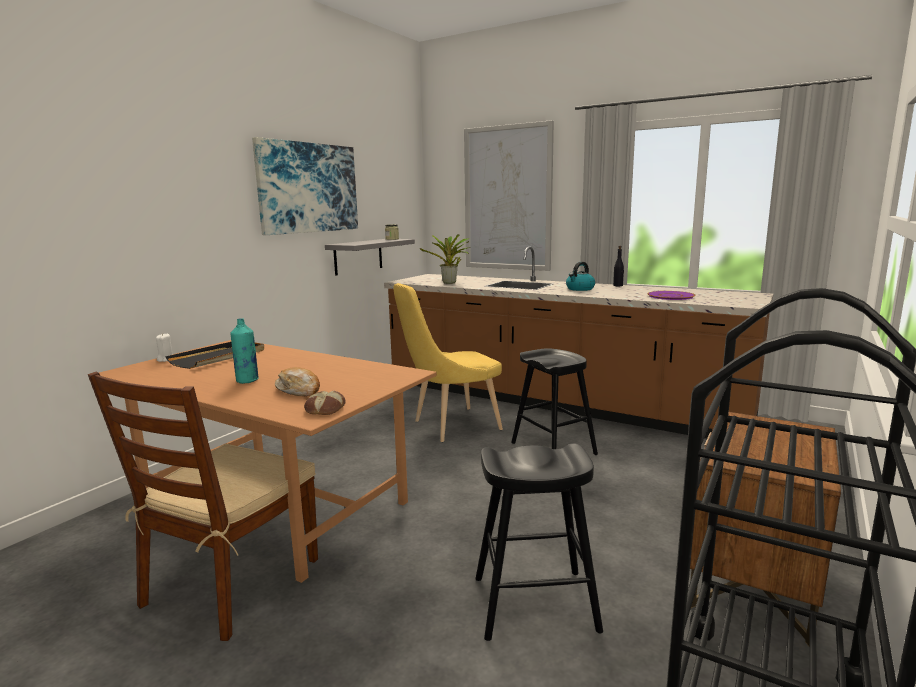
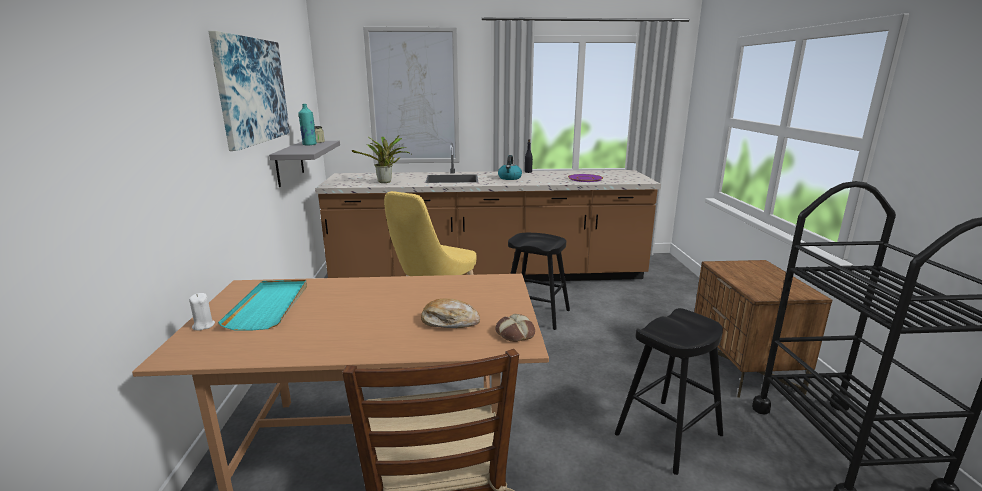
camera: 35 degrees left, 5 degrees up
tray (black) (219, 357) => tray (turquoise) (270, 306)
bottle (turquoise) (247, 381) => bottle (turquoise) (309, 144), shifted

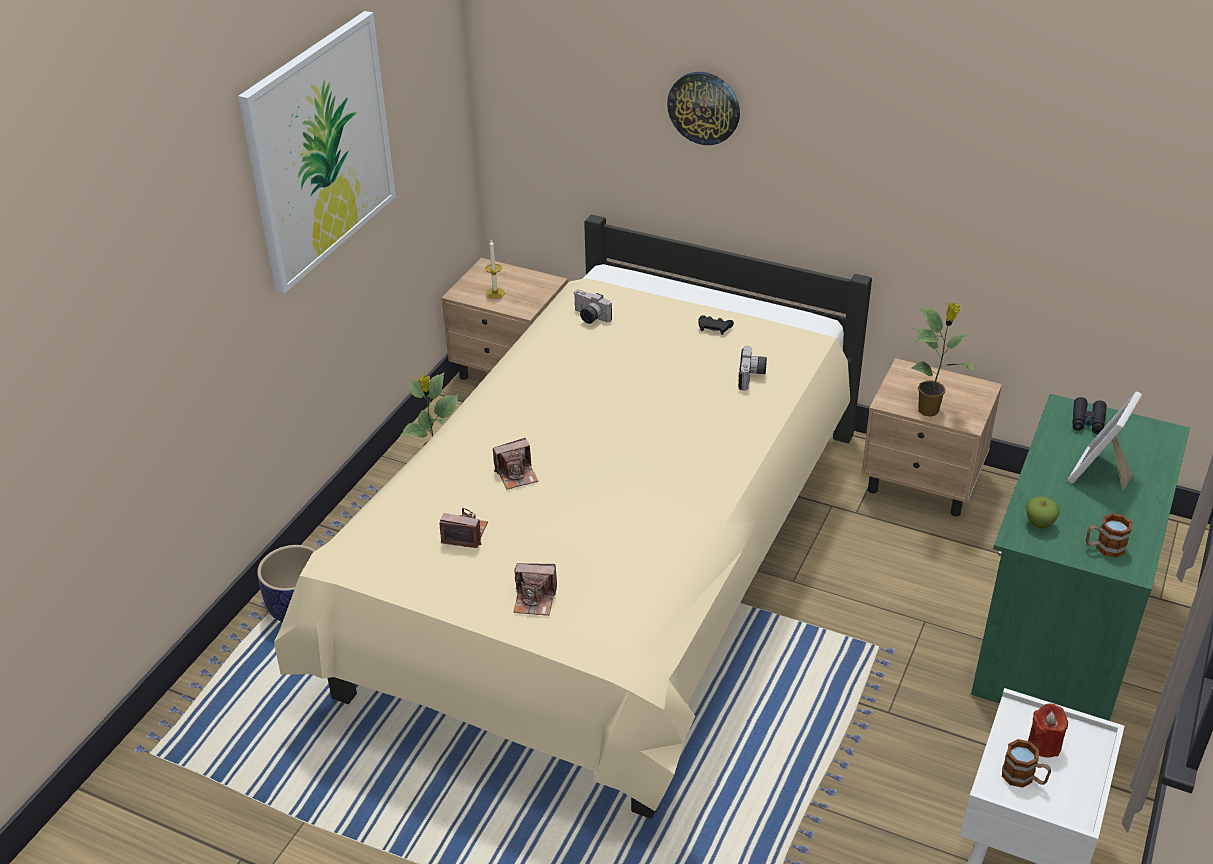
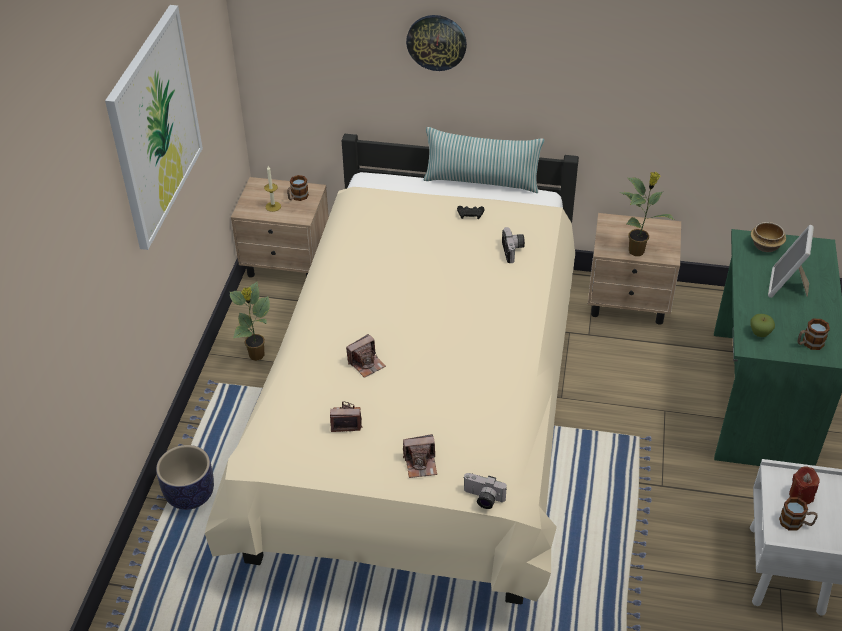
camera: 15 degrees left, 5 degrees up
photo camera (589, 317) => photo camera (482, 499), shifted
binoculars (black) (1087, 421) => bowl (765, 246)
nothing => mug (297, 197)
nothing => pillow (481, 181)

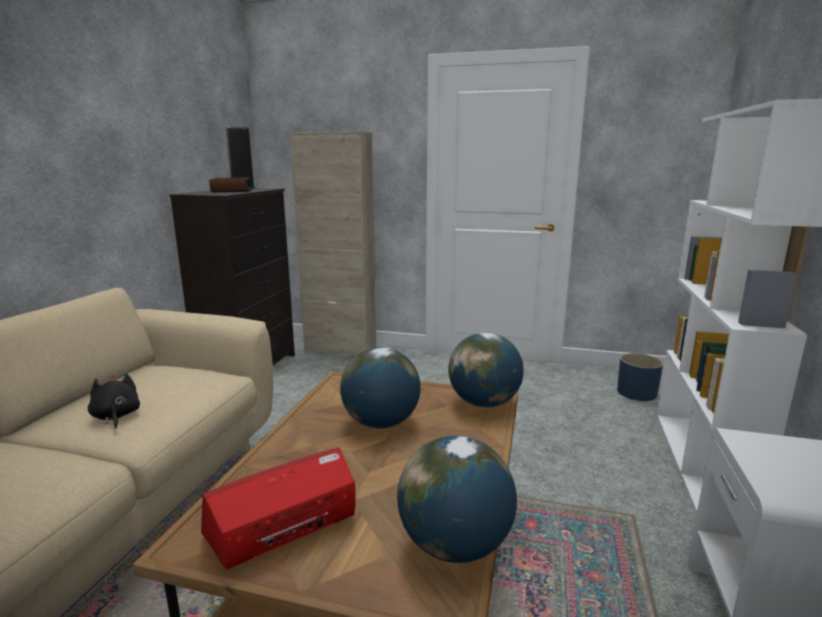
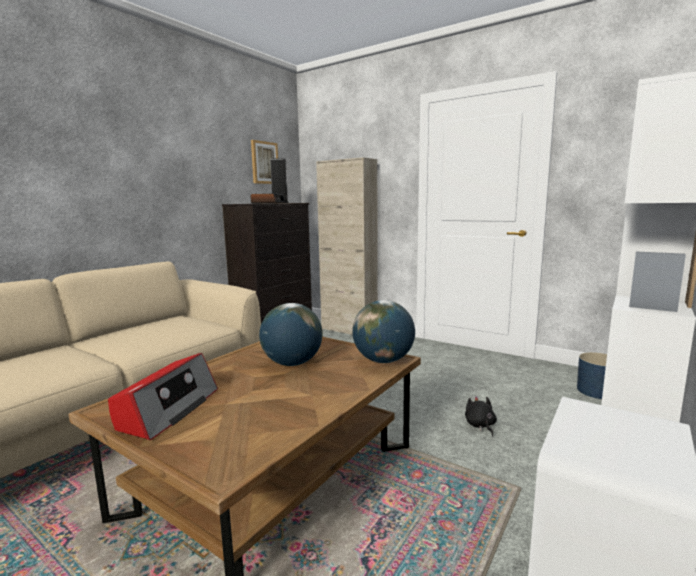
camera: 20 degrees right, 5 degrees down
plush toy (black) (116, 416) => plush toy (black) (480, 425), shifted
radio (284, 525) => radio (168, 409), 120 degrees clockwise
globe (456, 545) => nothing
nothing => picture (264, 163)

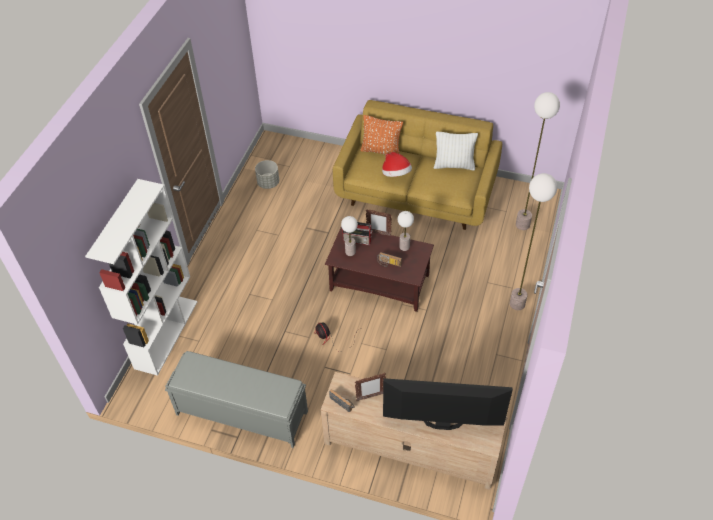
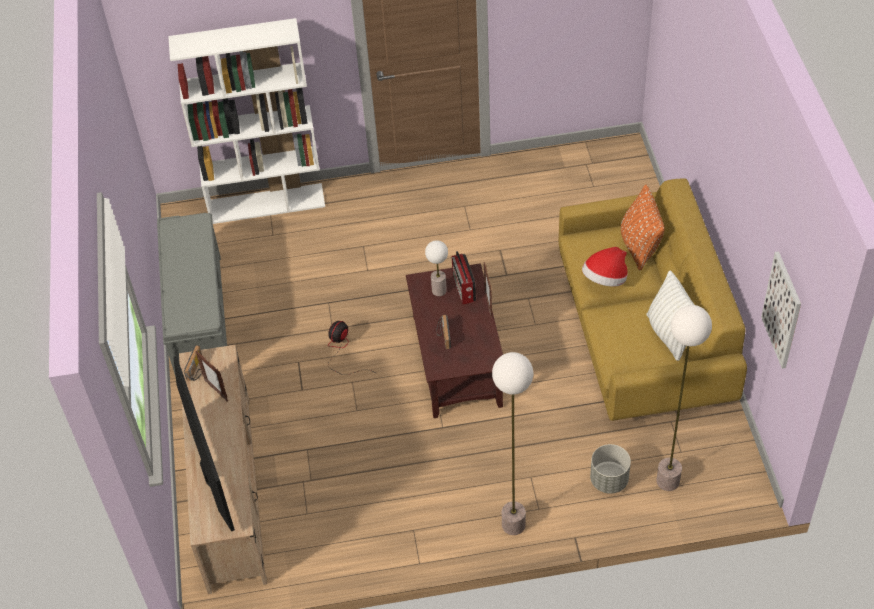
camera: 65 degrees right, 0 degrees up
planter (grey) (268, 183) => planter (grey) (609, 480), shifted
table lamp (404, 247) => nothing
nothing => picture (782, 310)

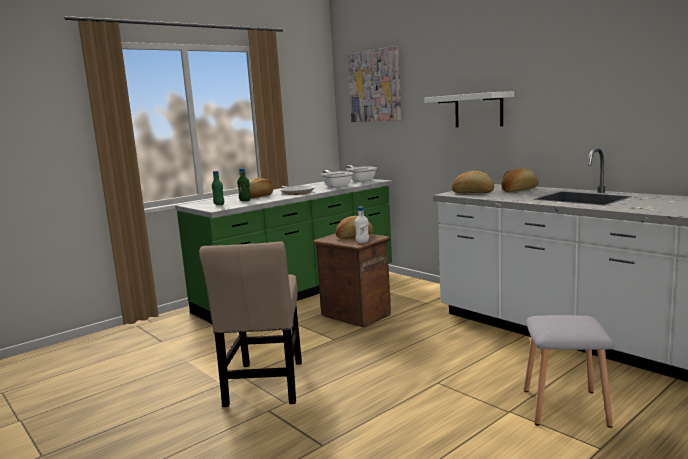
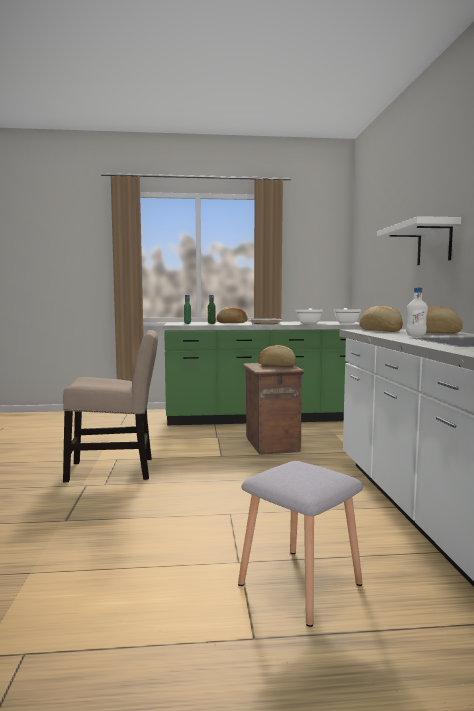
camera: 35 degrees right, 5 degrees down
chair (beige) (265, 386) => chair (beige) (116, 470), 135 degrees counterclockwise
picture (375, 86) => nothing
bottle (white) (362, 242) => bottle (white) (416, 335), shifted

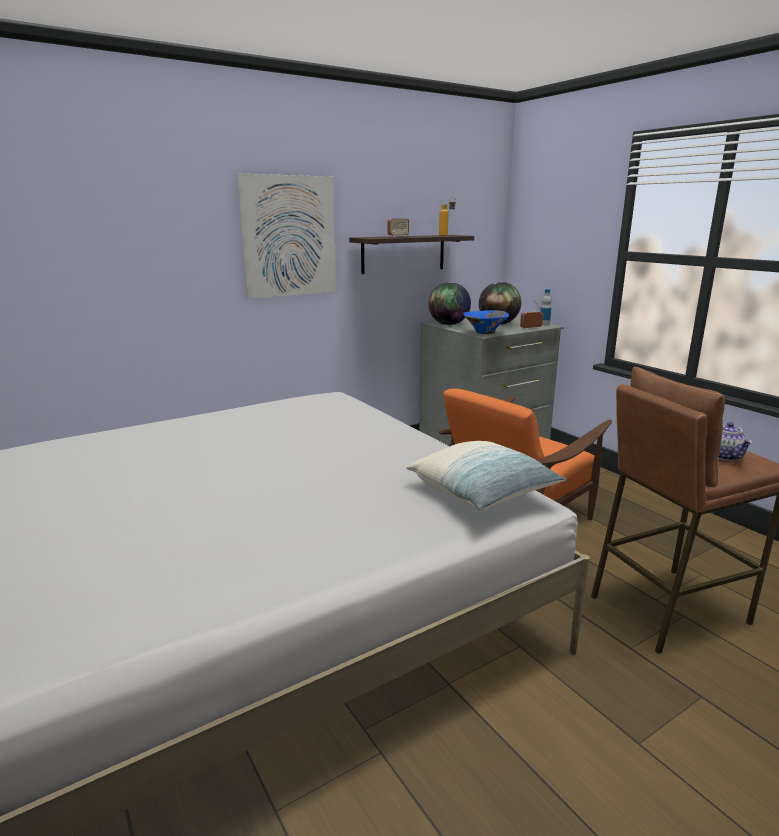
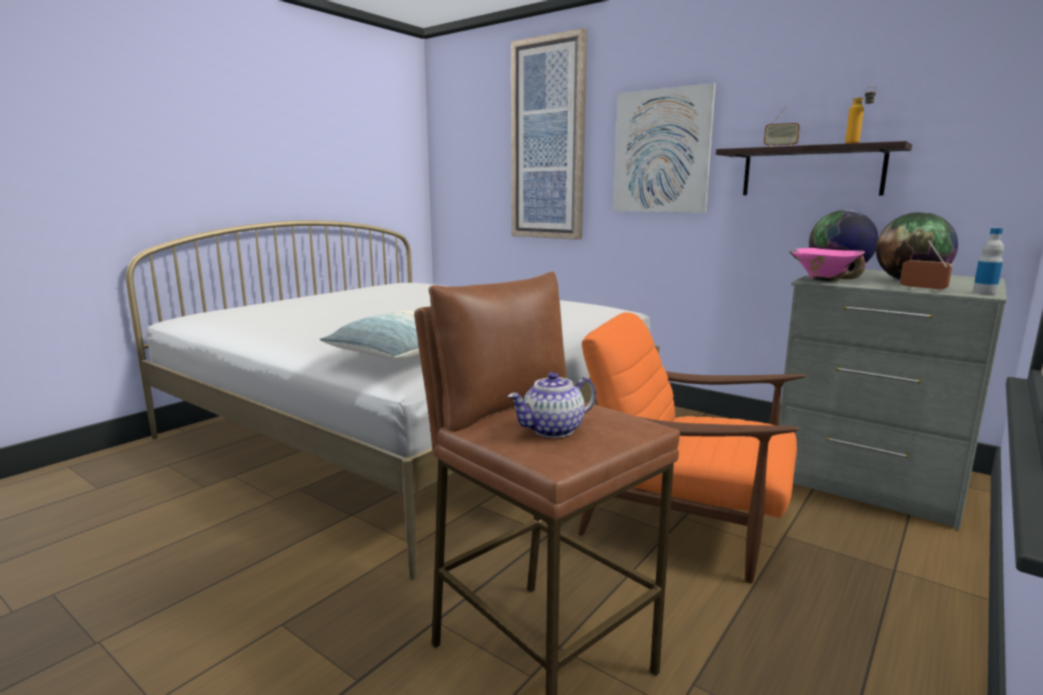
camera: 70 degrees right, 5 degrees down
bowl (blue) (484, 333) => bowl (pink) (823, 280)
nothing => picture (548, 140)

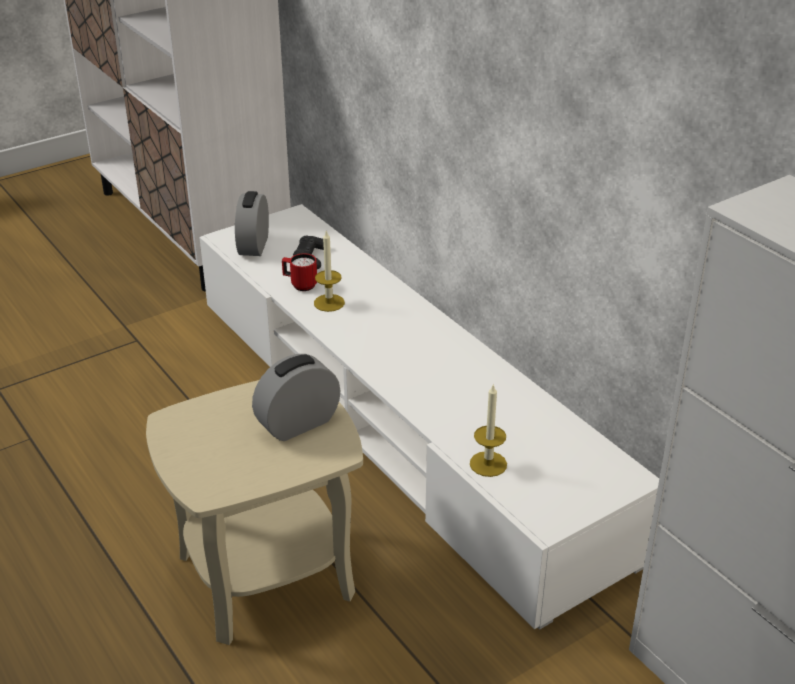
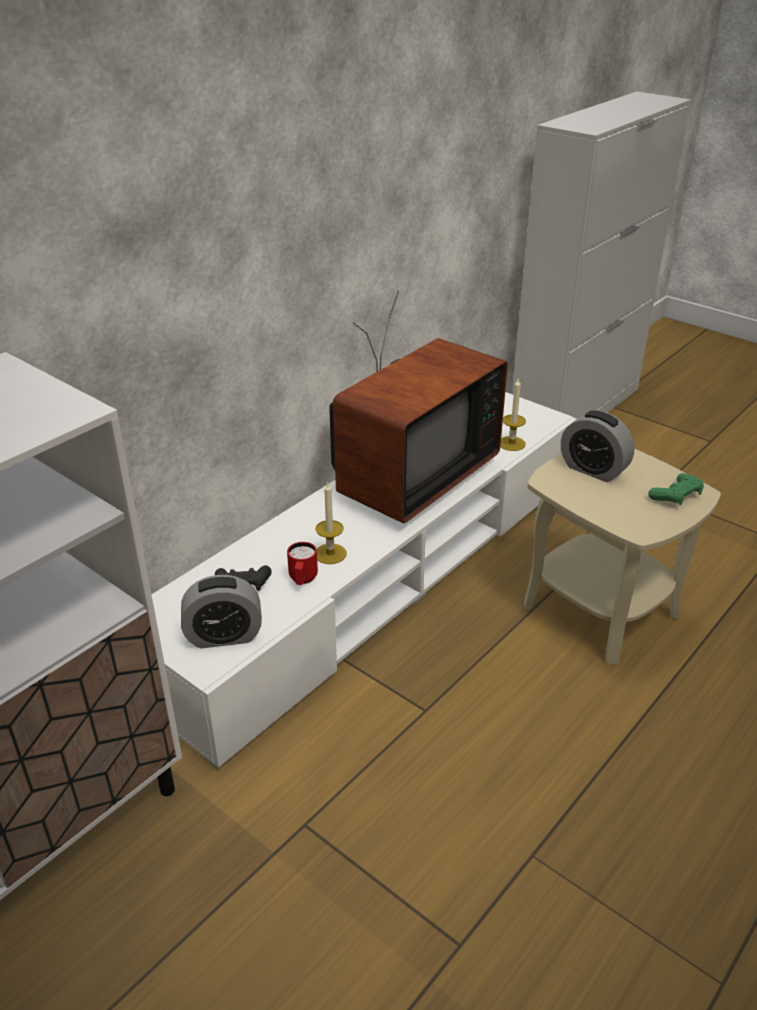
camera: 105 degrees left, 0 degrees up
nothing => television (408, 477)
nothing => game controller (green) (676, 496)

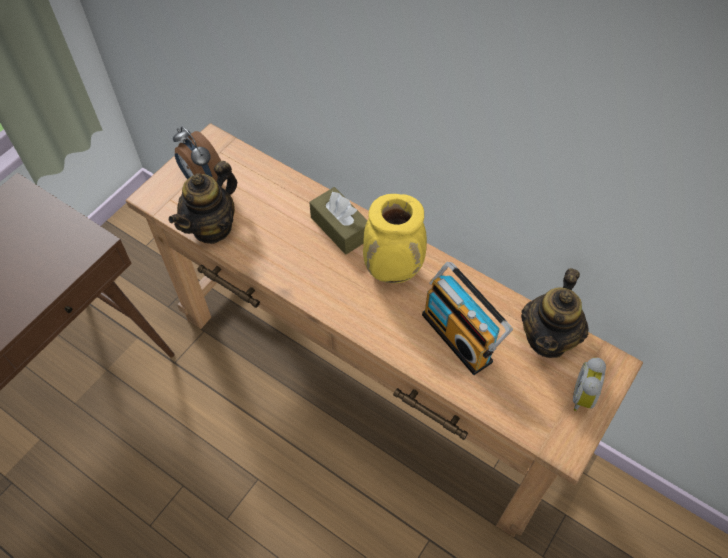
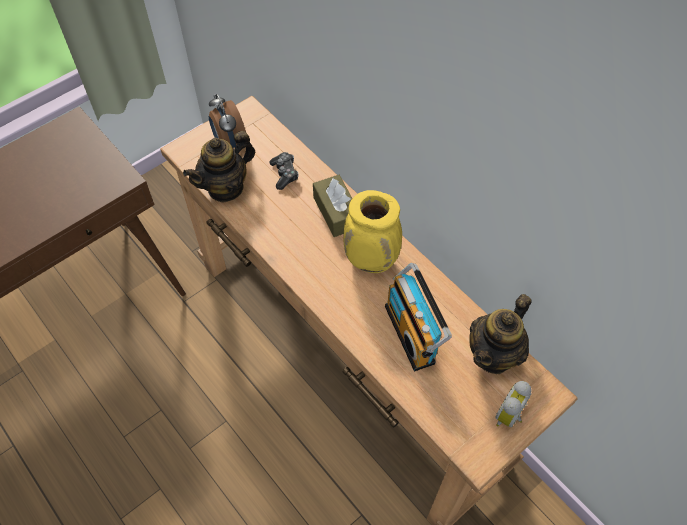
camera: 15 degrees right, 0 degrees up
nothing => game controller (284, 174)

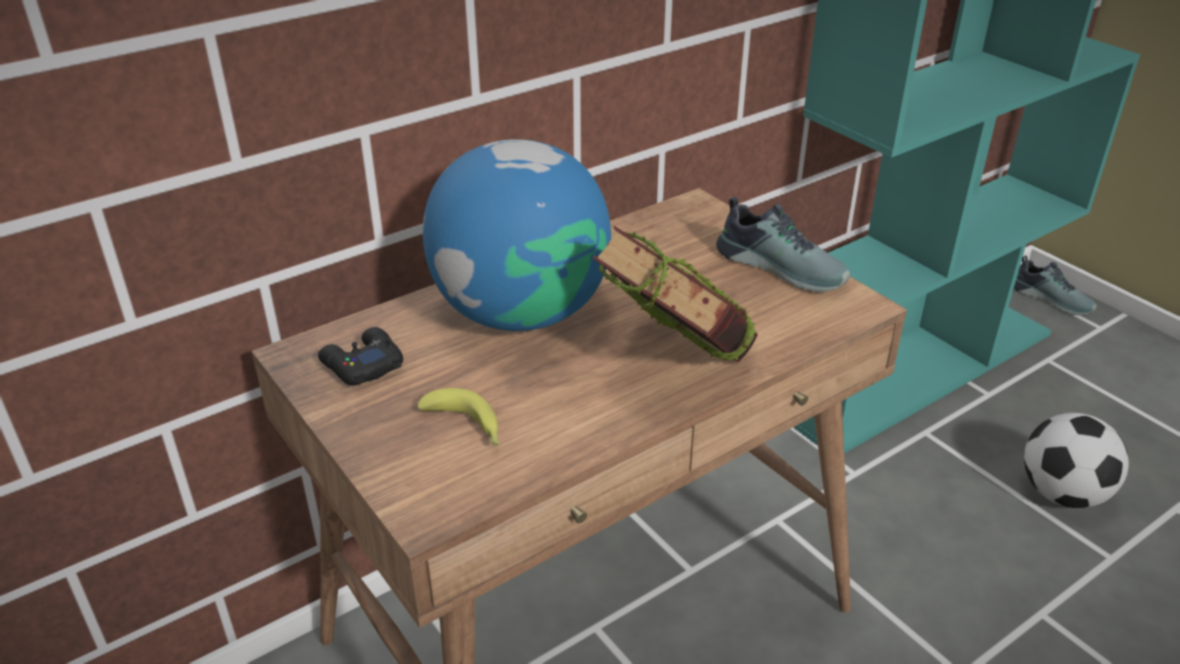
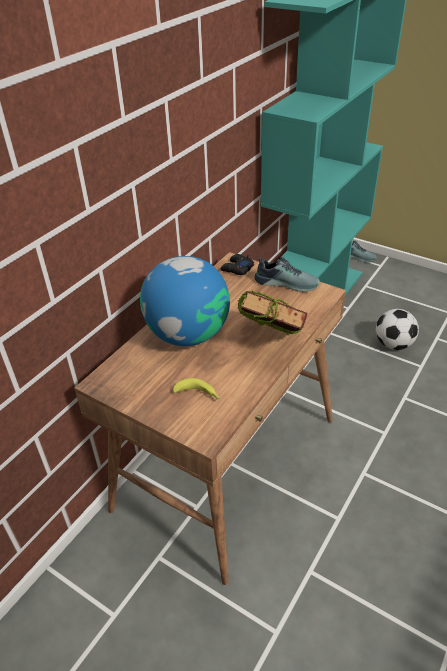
camera: 20 degrees left, 5 degrees up
game controller (black) (361, 365) => game controller (black) (237, 268), shifted

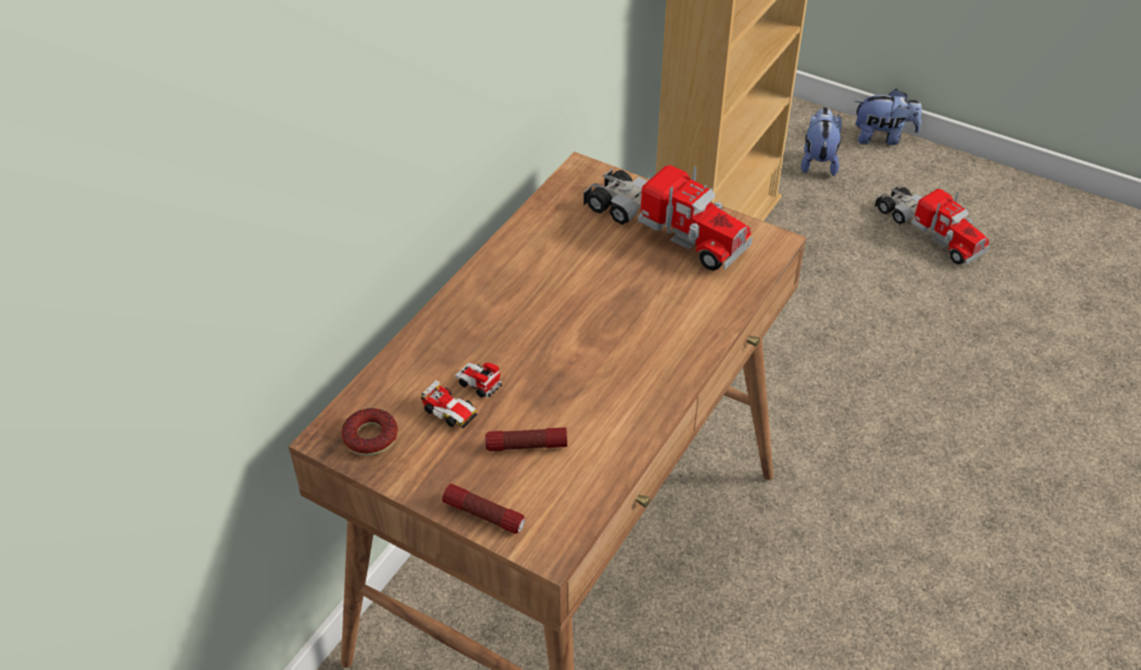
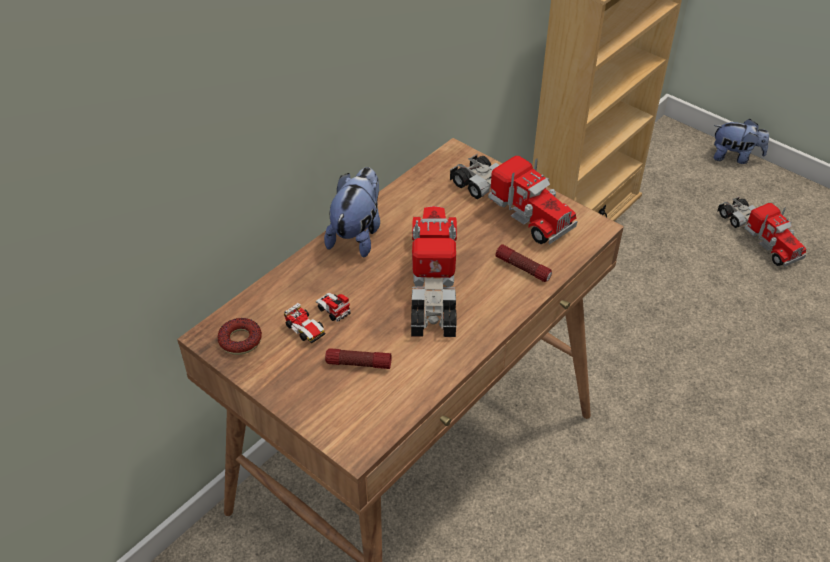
camera: 10 degrees right, 0 degrees up
flashlight (484, 515) => flashlight (523, 268), shifted
plush toy (818, 161) => plush toy (357, 234), shifted
nothing => toy truck (434, 282)

